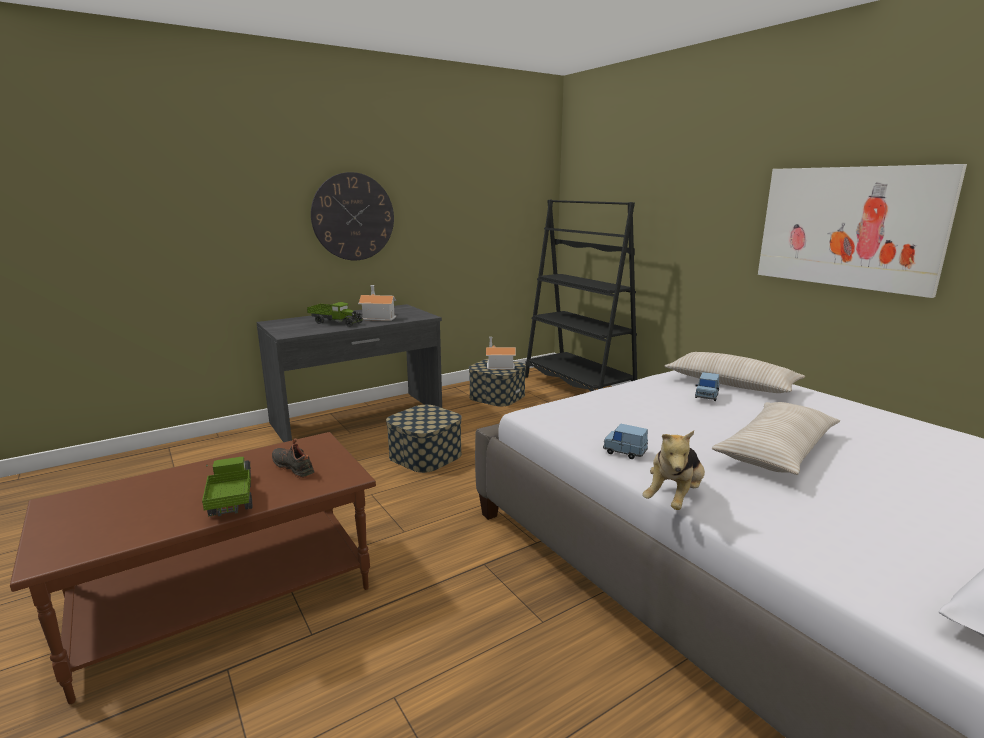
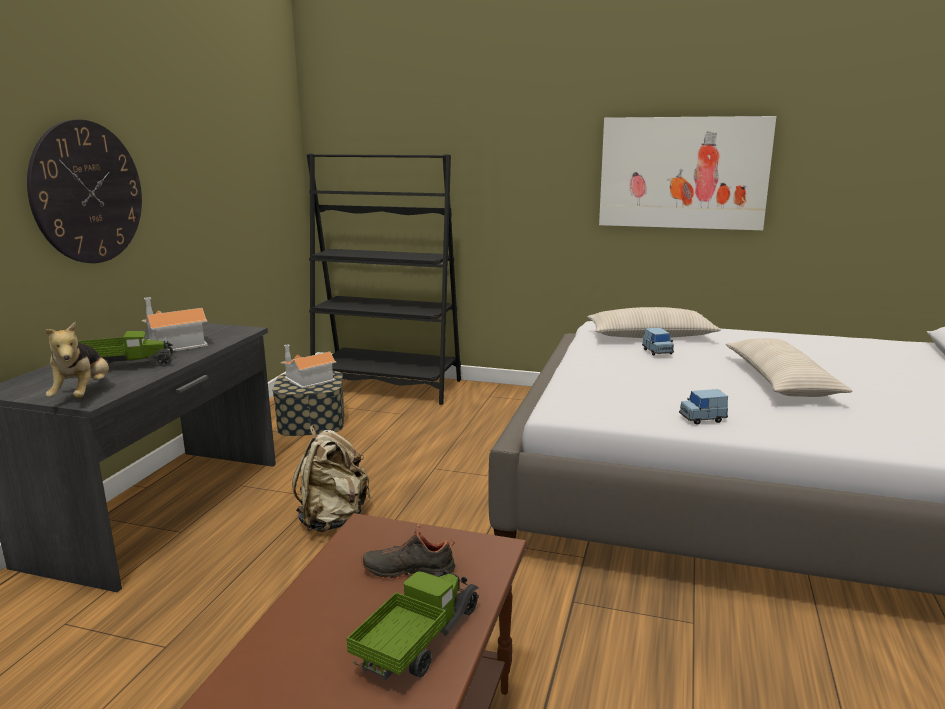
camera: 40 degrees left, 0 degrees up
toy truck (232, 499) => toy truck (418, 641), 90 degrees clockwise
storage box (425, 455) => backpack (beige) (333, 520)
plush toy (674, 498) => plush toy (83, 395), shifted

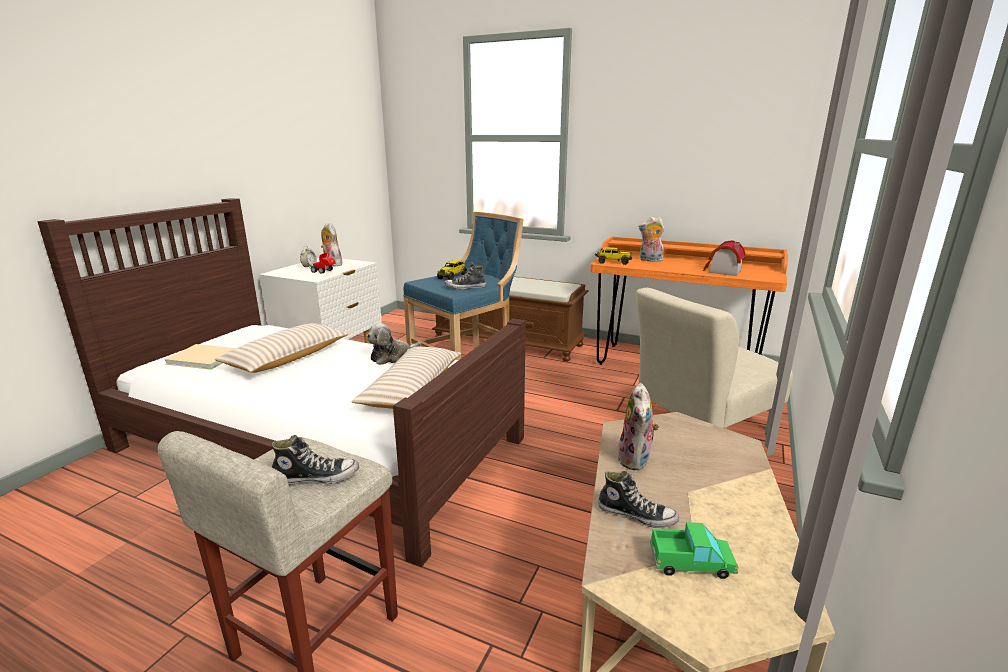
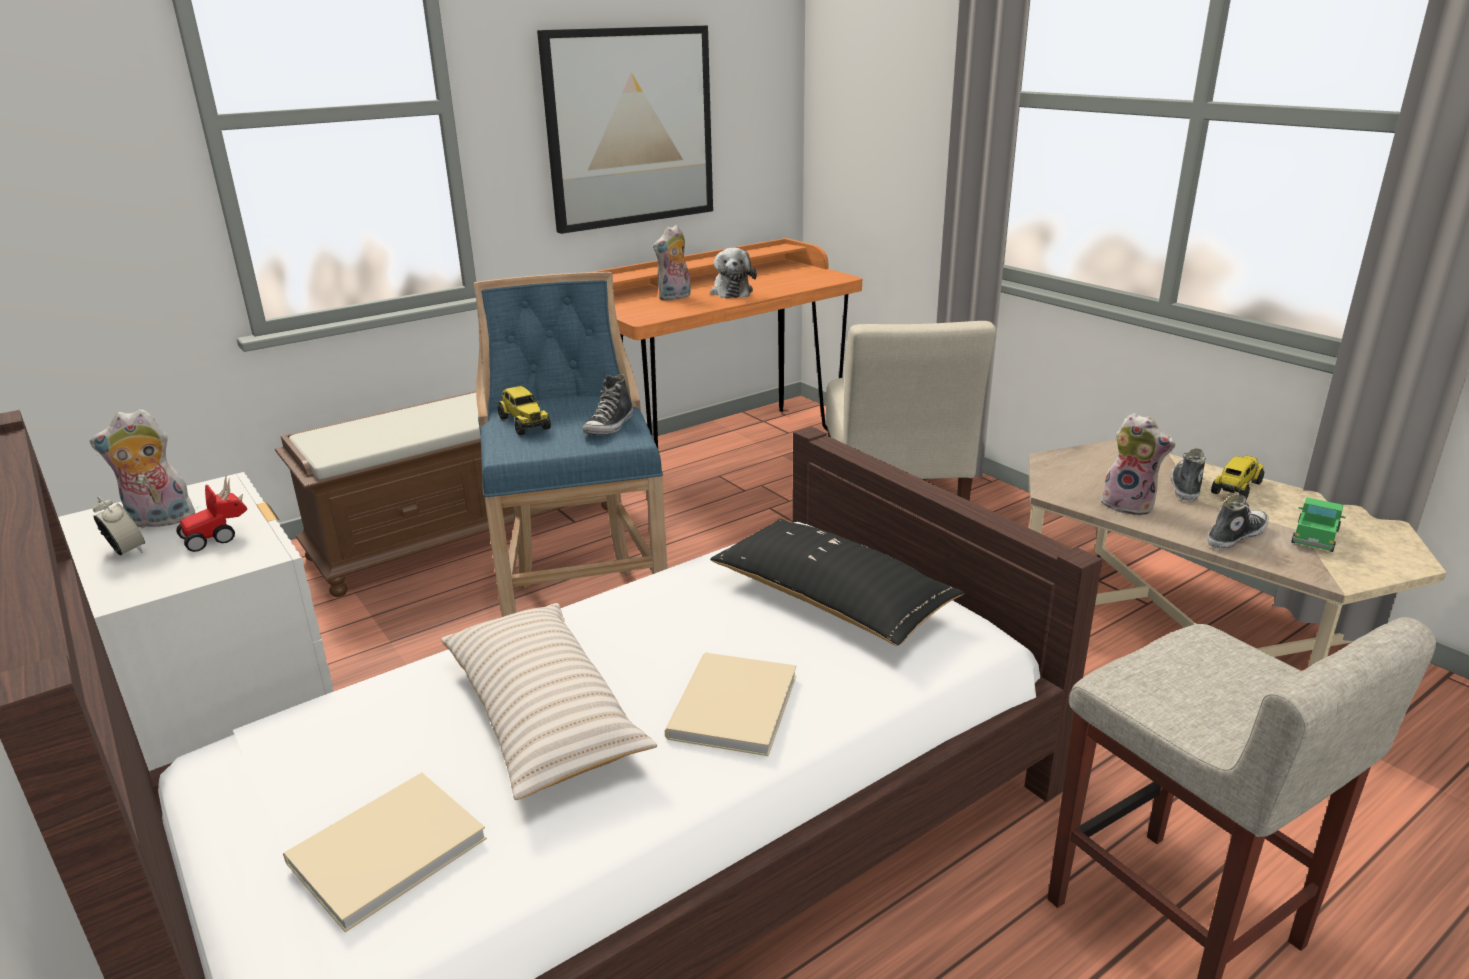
camera: 60 degrees left, 5 degrees up
shoe (317, 477) => shoe (1185, 486), shifted
pillow (beige) (412, 389) => pillow (black) (831, 599)
plush toy (392, 356) => plush toy (731, 292), shifted
toy truck (612, 262) => toy truck (1236, 488), shifted
toy house (722, 271) => nothing
nothing => picture (630, 128)
nothing => book (beige) (729, 708)

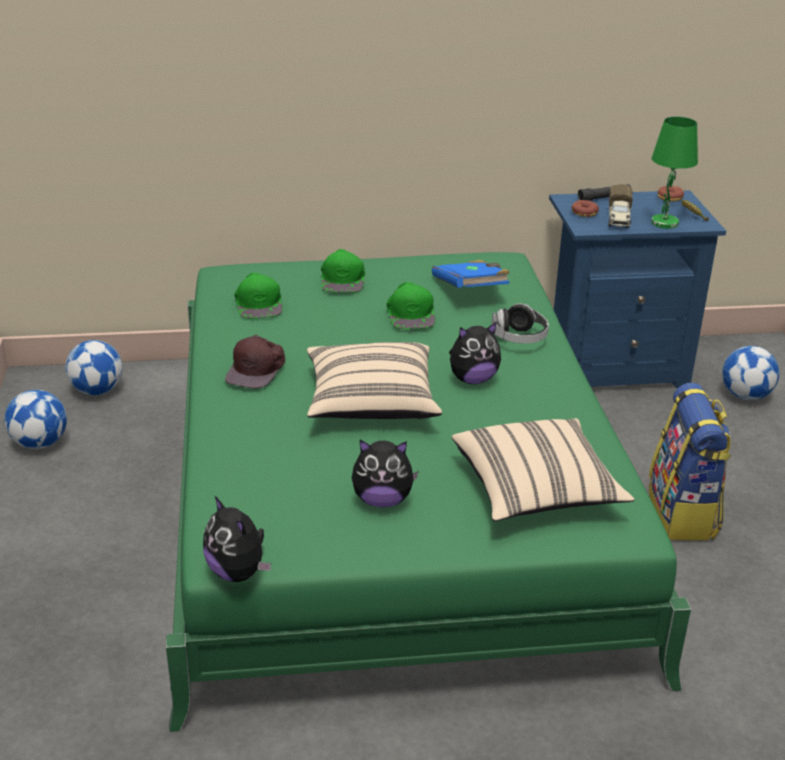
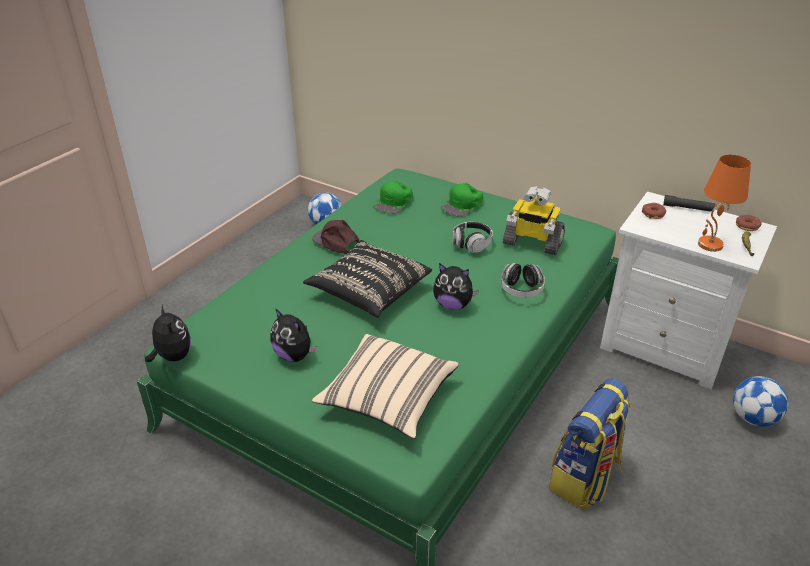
camera: 40 degrees right, 5 degrees up
football (40, 443) => nothing
plush toy (238, 572) => plush toy (172, 356), 150 degrees clockwise
cap (brown) (257, 369) => cap (brown) (336, 242), 75 degrees clockwise
pillow (beige) (371, 402) => pillow (black) (369, 291)
cap (green) (411, 314) => headphones (471, 244)
book (blue) (470, 290) => toy robot (532, 243)
nightstand (blue) (614, 367) => nightstand (white) (666, 347)
toy truck (618, 219) => nothing
table lamp (green) (665, 223) => table lamp (orange) (710, 245)

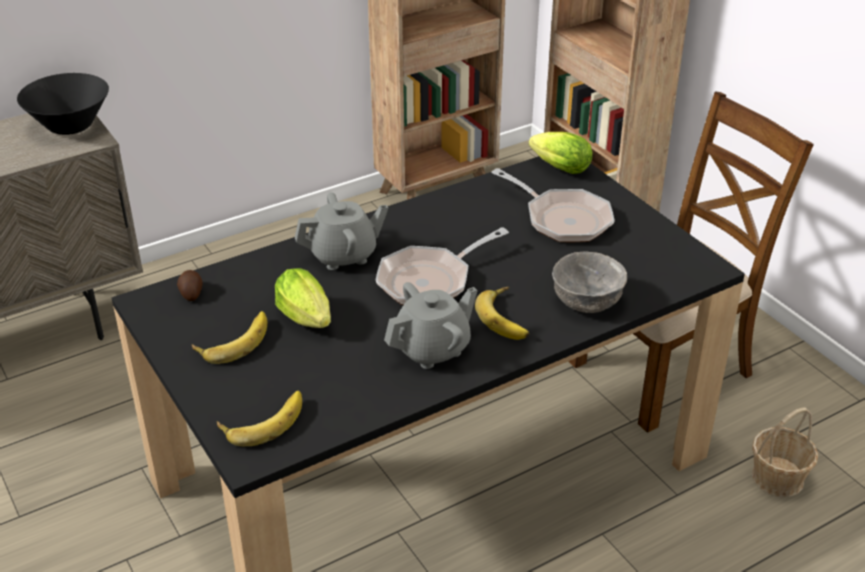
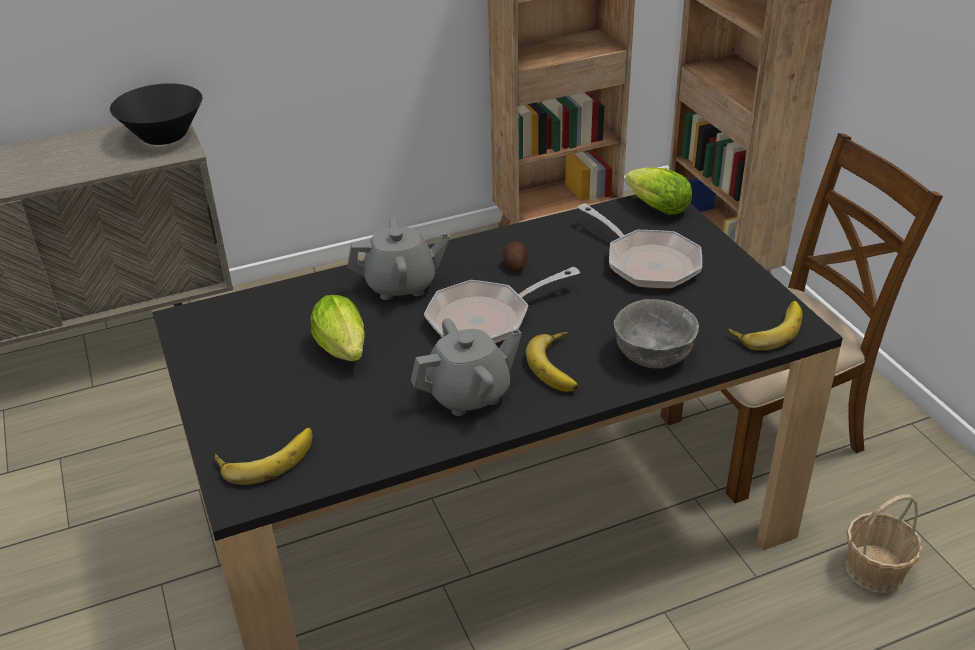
camera: 10 degrees right, 0 degrees up
potato (191, 293) => potato (515, 265), shifted
banana (233, 340) => banana (767, 328), shifted

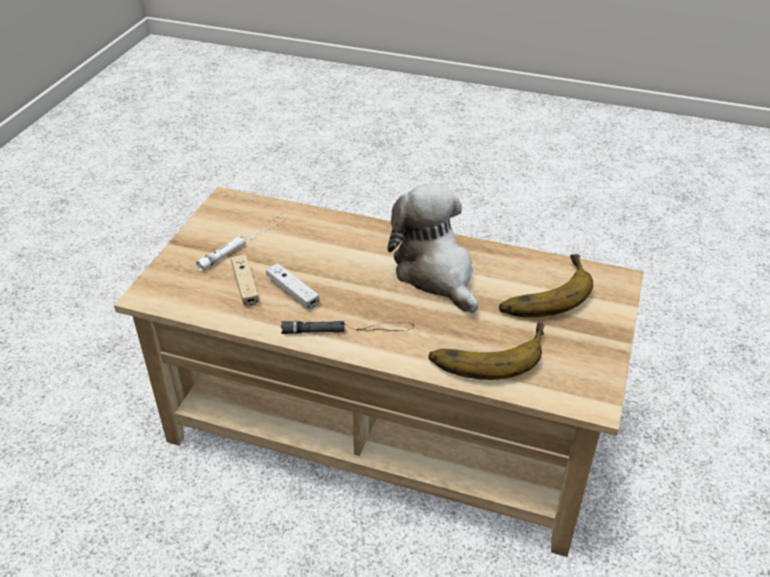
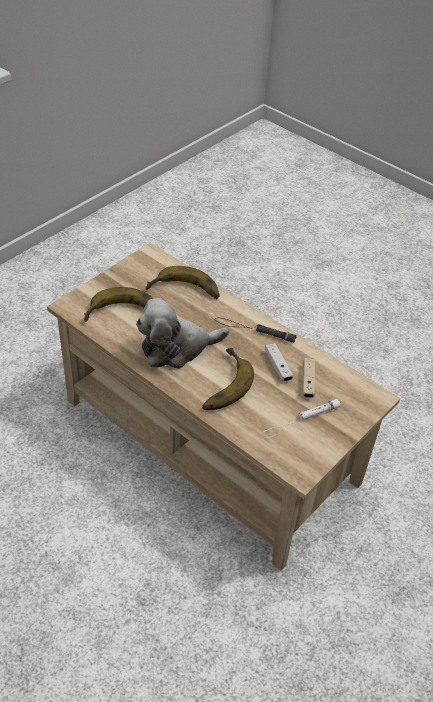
camera: 160 degrees left, 5 degrees up
plush toy (436, 273) => plush toy (177, 348), 75 degrees clockwise
nothing => banana (221, 384)

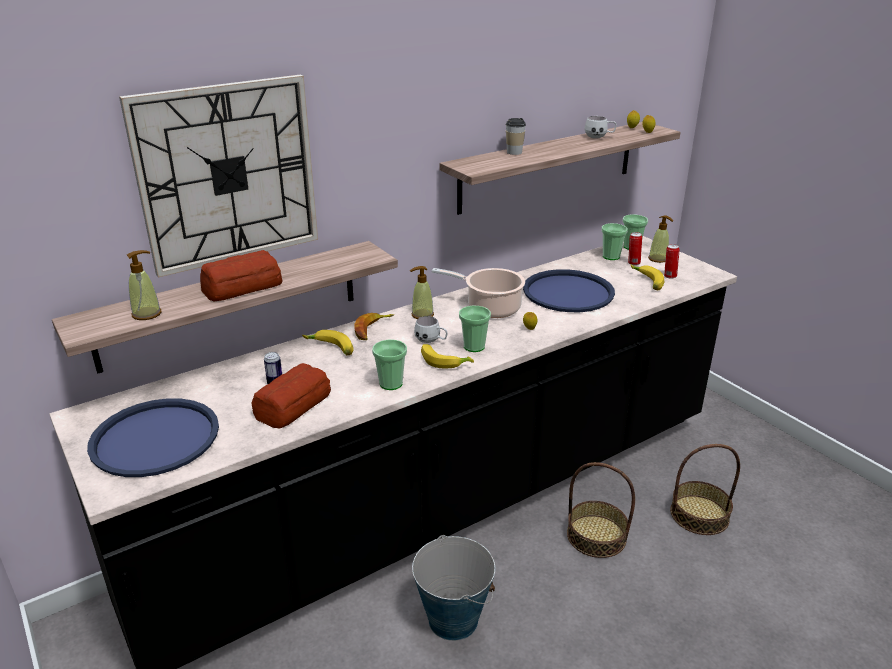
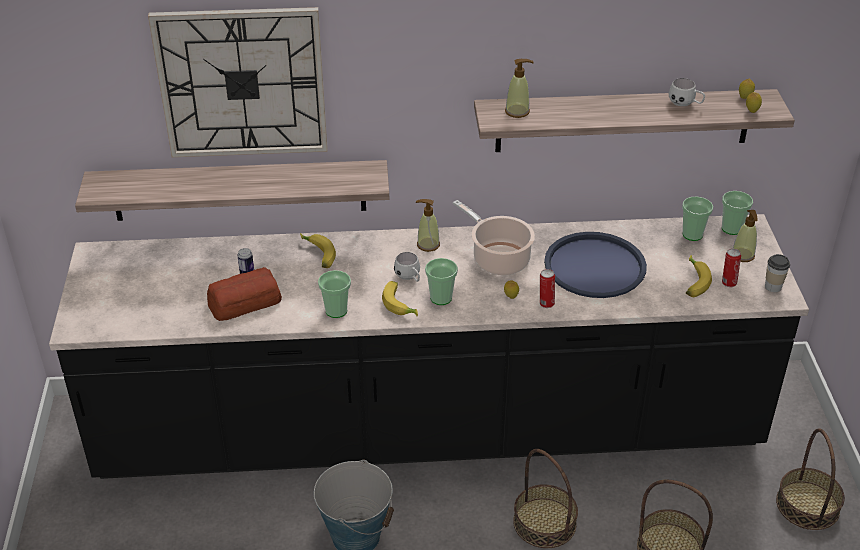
camera: 30 degrees right, 10 degrees up
tray (blue) (155, 438) => nothing
soap dispenser (147, 314) => soap dispenser (517, 111), shifted
bread (241, 287) => nothing
banana (372, 329) => nothing
cup (514, 152) => cup (773, 286), shifted
can (633, 263) => can (546, 303), shifted
nothing => basket (808, 505)

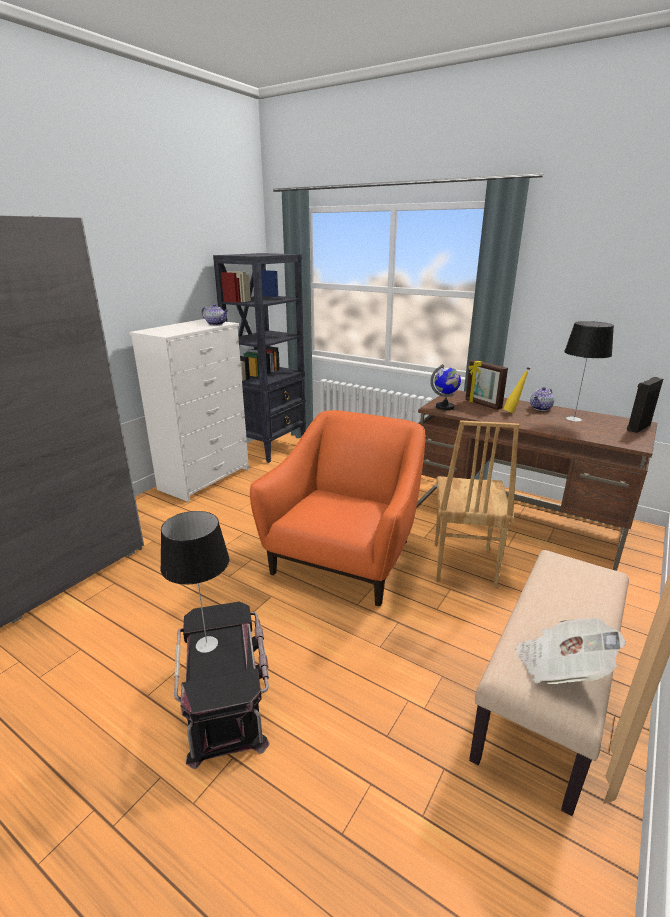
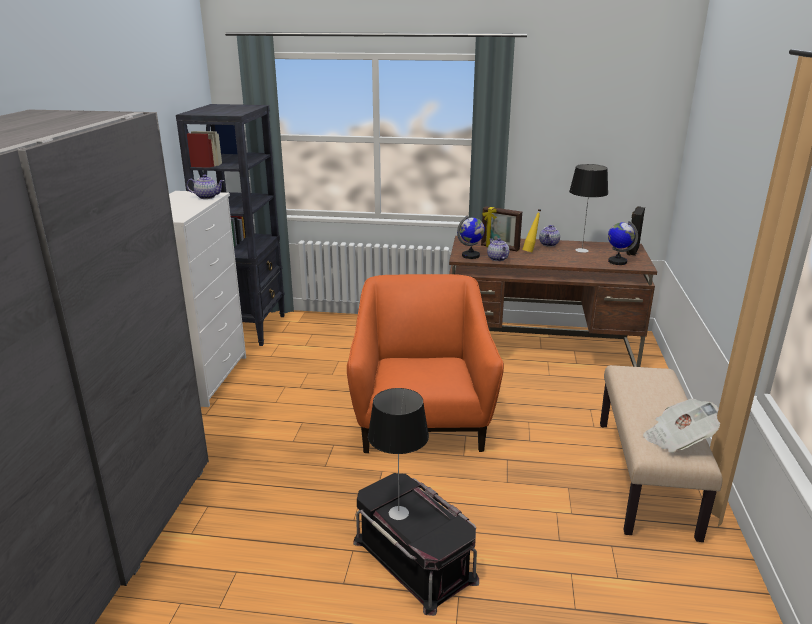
camera: 25 degrees left, 0 degrees up
chair (brown) (462, 565) => nothing
nothing => teapot (497, 259)
nothing => globe (617, 261)

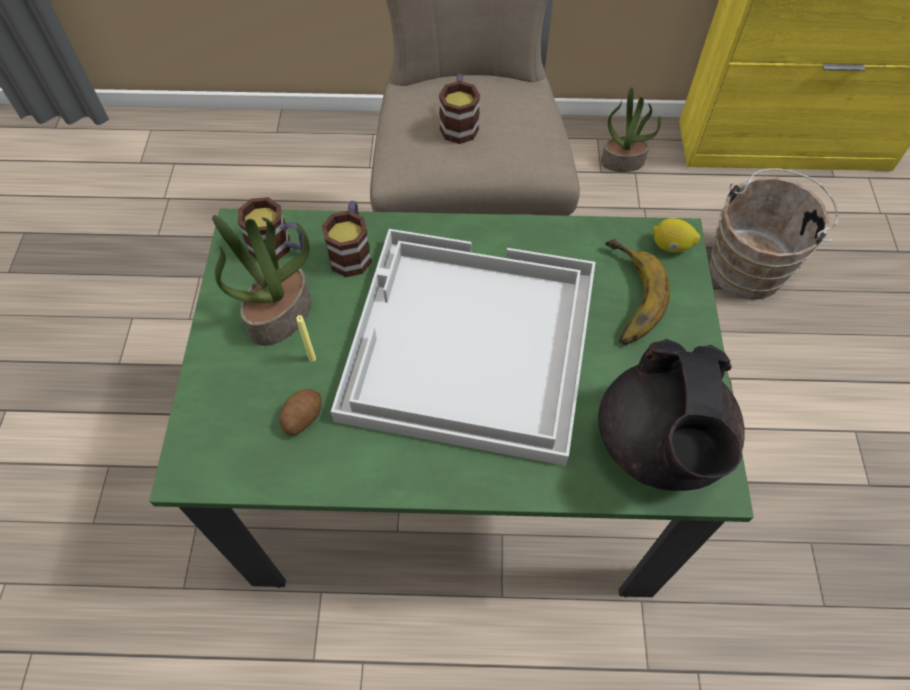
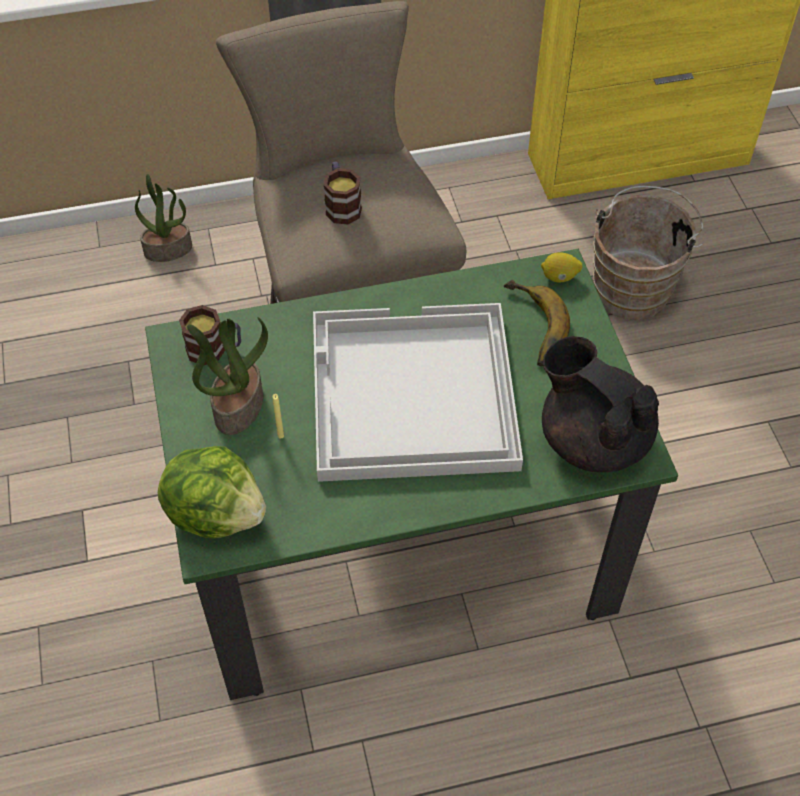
camera: 15 degrees left, 5 degrees down
potato (302, 417) => nothing
mug (352, 251) => nothing
teapot (black) (660, 445) => teapot (black) (592, 438), 150 degrees clockwise
potted plant (623, 161) => potted plant (168, 249), shifted
nothing => lettuce (216, 513)

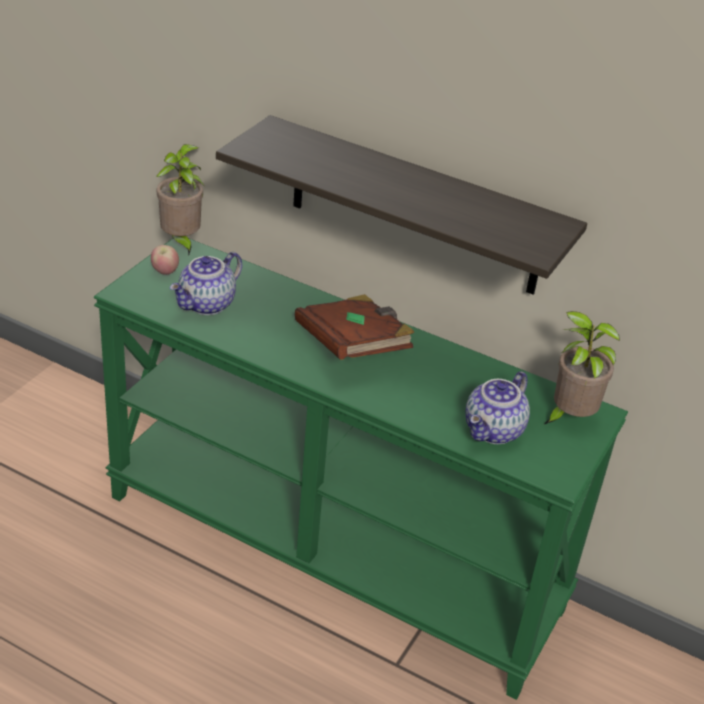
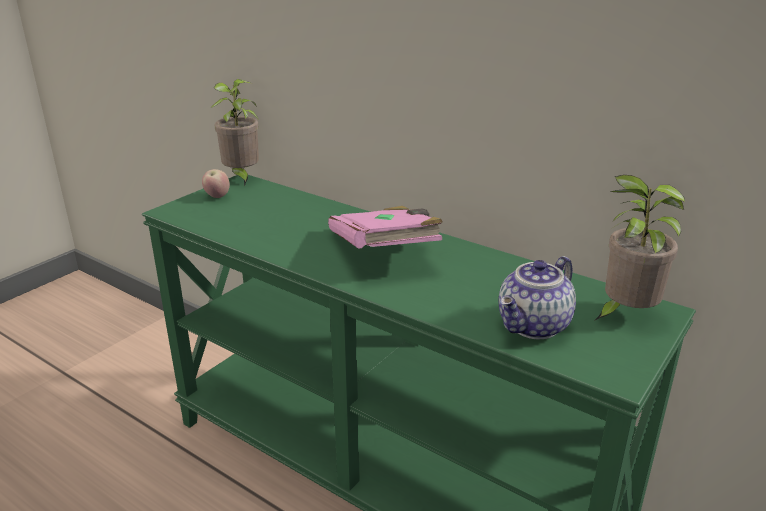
camera: 10 degrees right, 10 degrees down
teapot (207, 305) => nothing
shelf (415, 207) => nothing
book (brown) (353, 347) => book (pink) (384, 251)

